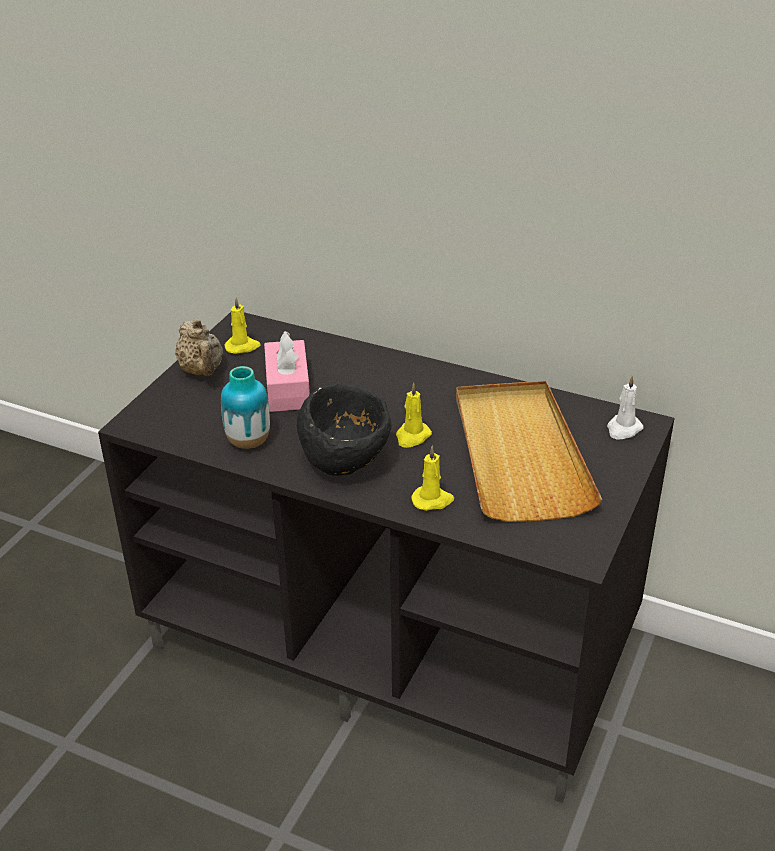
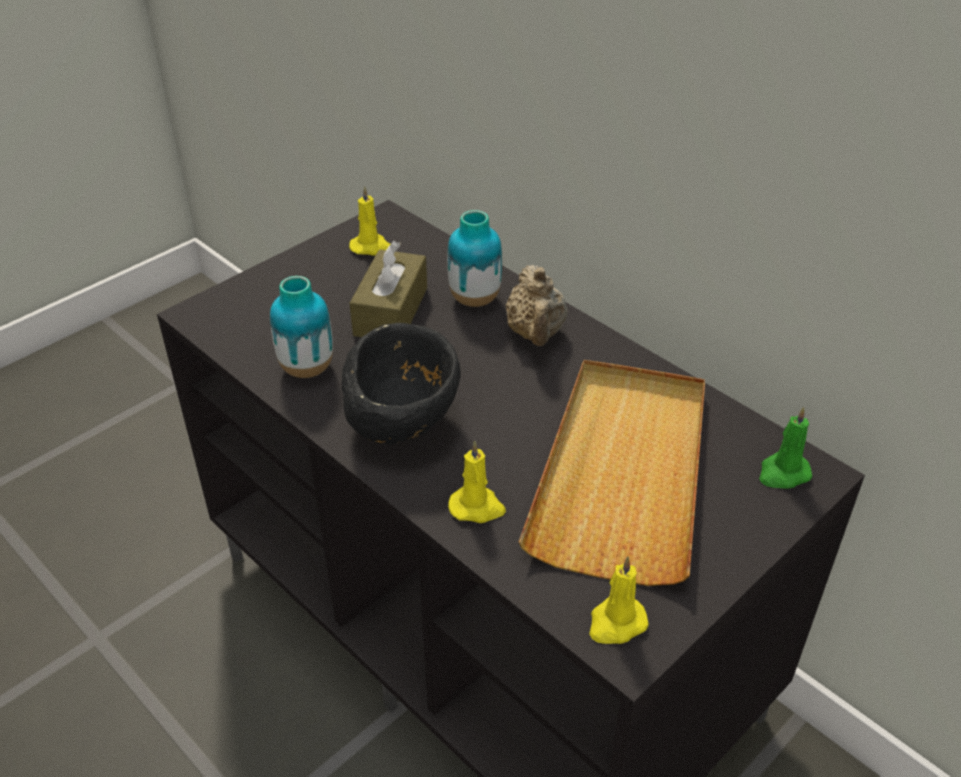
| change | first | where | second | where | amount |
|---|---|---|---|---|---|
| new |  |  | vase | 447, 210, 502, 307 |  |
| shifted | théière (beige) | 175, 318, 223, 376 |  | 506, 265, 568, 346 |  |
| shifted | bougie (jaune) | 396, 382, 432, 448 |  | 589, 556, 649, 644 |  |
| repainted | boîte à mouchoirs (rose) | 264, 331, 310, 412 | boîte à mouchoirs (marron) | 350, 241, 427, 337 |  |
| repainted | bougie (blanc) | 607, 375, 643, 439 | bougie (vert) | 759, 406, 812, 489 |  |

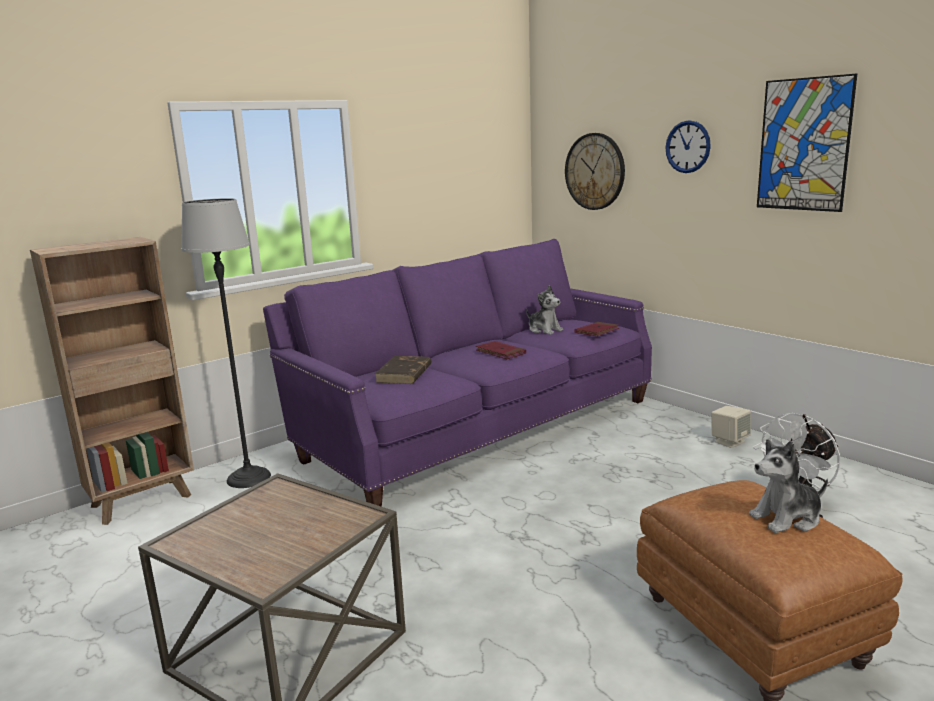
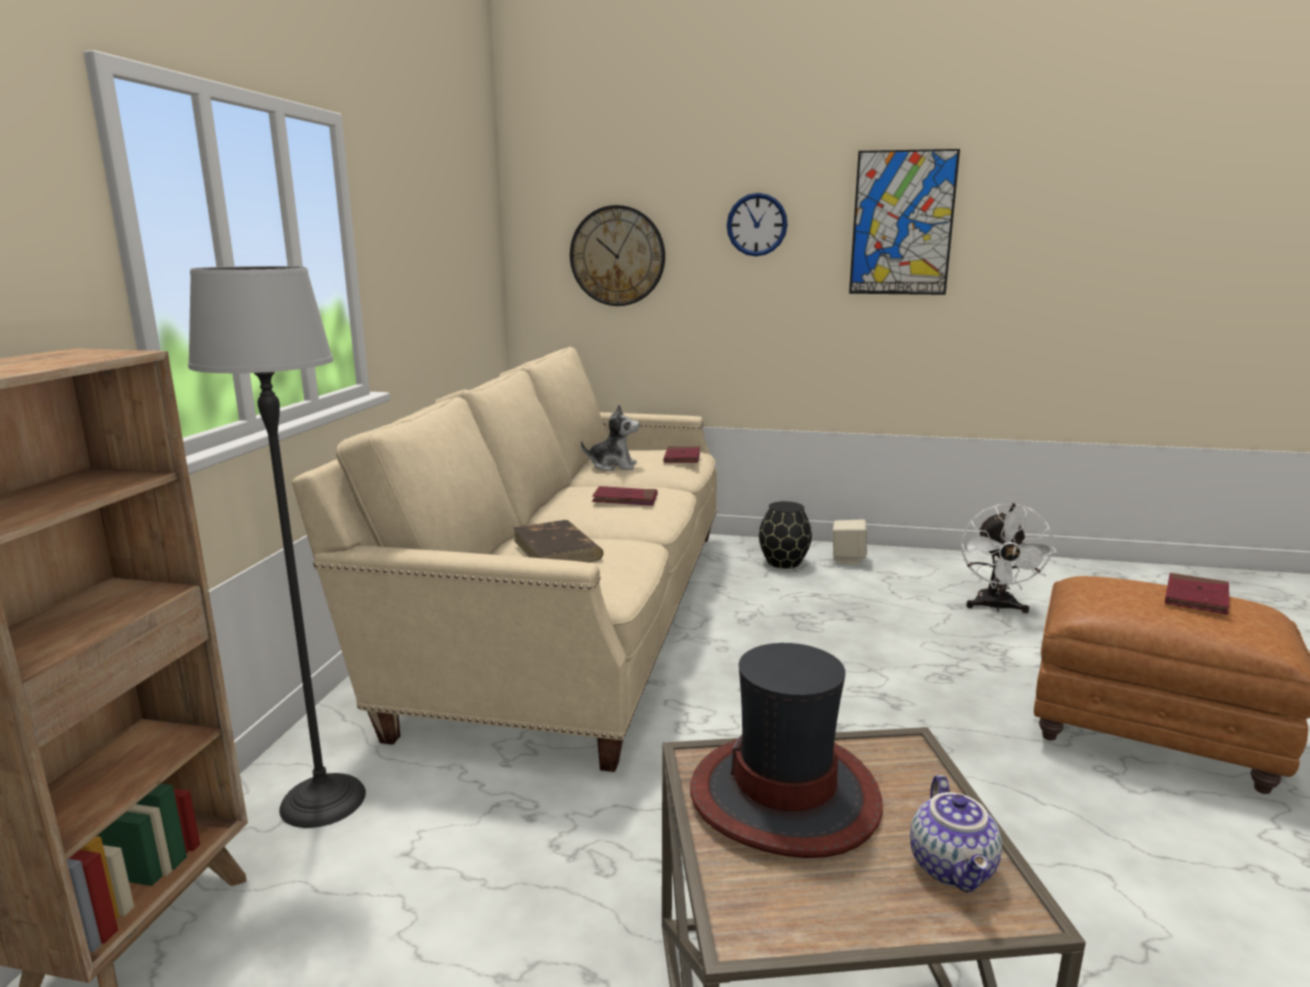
| change | first | where | second | where | amount |
|---|---|---|---|---|---|
| new |  |  | chapeau | 690, 643, 883, 858 |  |
| new |  |  | vase (noir) | 759, 501, 812, 569 |  |
| new |  |  | théière | 910, 775, 1002, 892 |  |
| swapped | peluche | 749, 439, 828, 533 | livre (rouge) | 1165, 573, 1229, 615 |  |
| repainted | canapé (violet) | 263, 239, 652, 507 | canapé (beige) | 292, 346, 717, 772 |  |

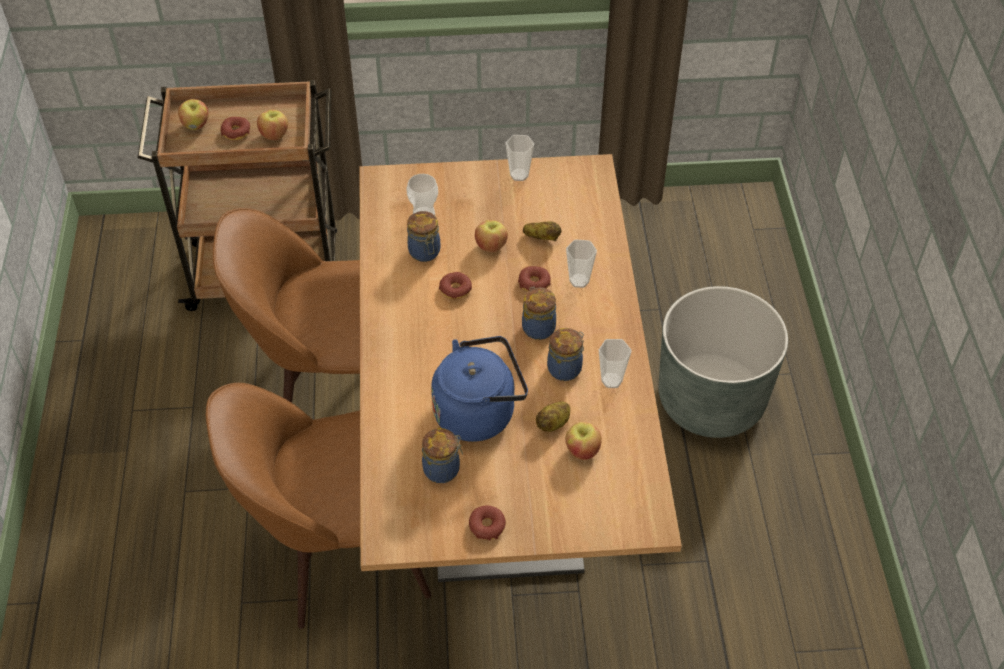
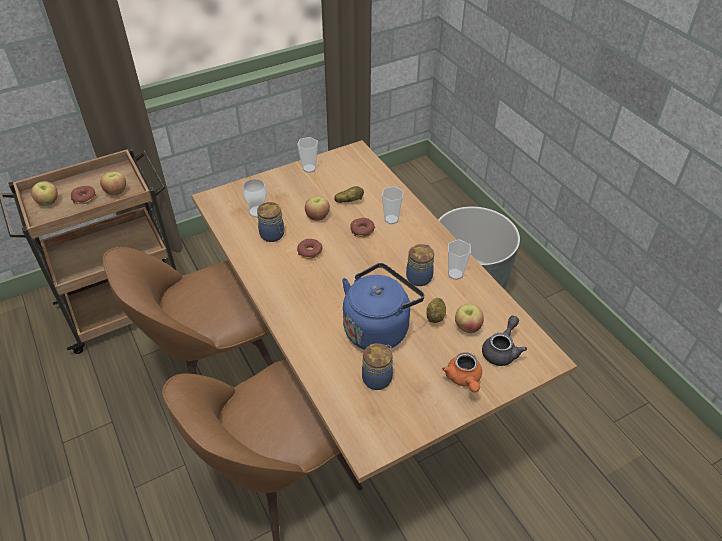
| change | first | where | second | where | amount |
|---|---|---|---|---|---|
| gone | beignet | 469, 505, 506, 540 |  |  |  |
| gone | bocal | 522, 287, 556, 340 |  |  |  |
| new |  |  | théière (orange) | 442, 352, 482, 392 |  |
| new |  |  | théière (gris) | 482, 316, 527, 366 |  |

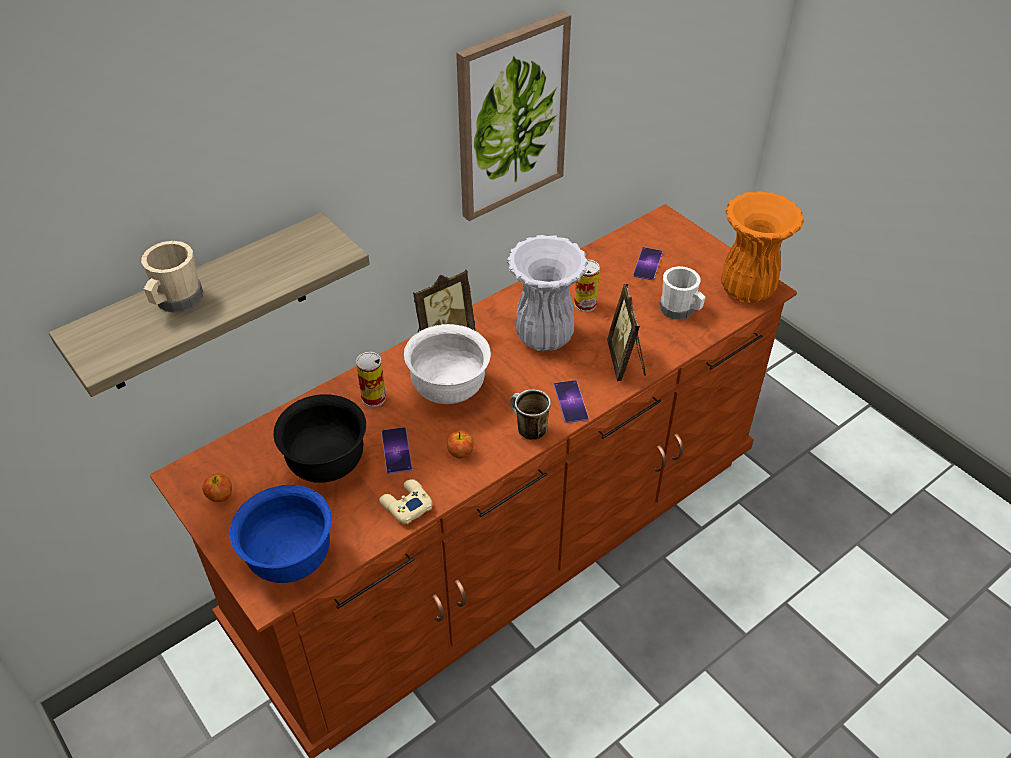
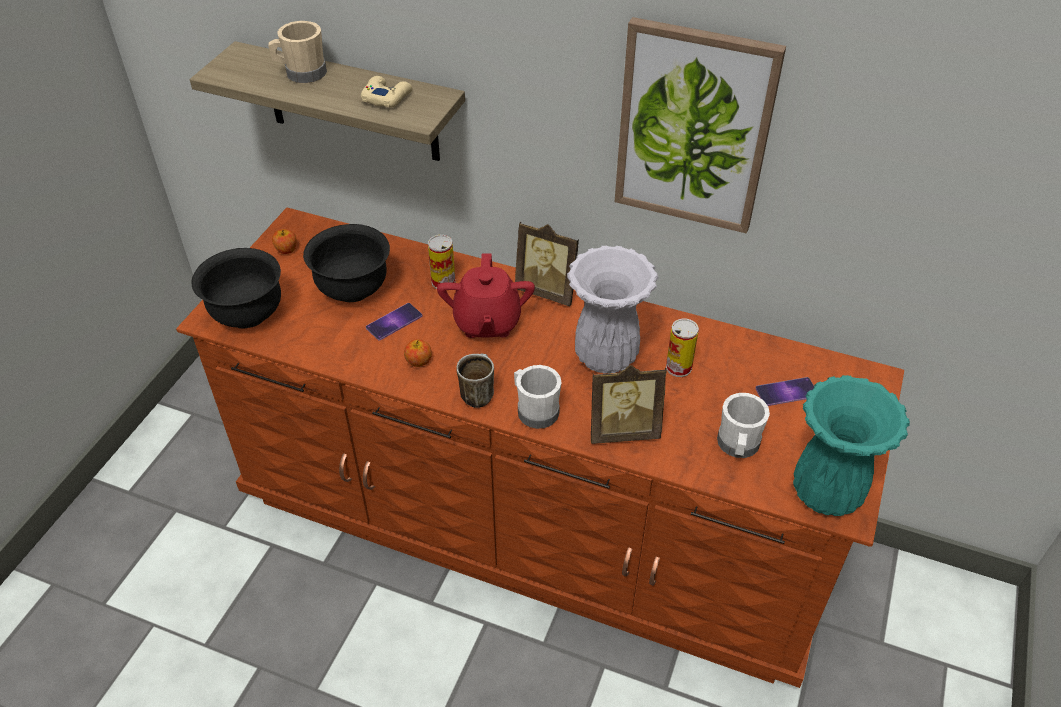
| change | first | where | second | where | amount |
|---|---|---|---|---|---|
| shifted | manette (beige) | 379, 479, 433, 524 |  | 361, 76, 412, 108 |  |
| swapped | bol (blanc) | 404, 324, 491, 404 | théière (rouge) | 437, 253, 535, 338 |  |
| swapped | téléphone | 554, 380, 589, 423 | mug (blanc) | 514, 365, 561, 429 |  |
| repainted | bol (bleu) | 230, 485, 332, 583 | bol (noir) | 191, 248, 281, 329 |  |
| repainted | vase (orange) | 721, 191, 804, 303 | vase (turquoise) | 793, 375, 910, 516 |  |
| rotated | cadre photo | 607, 284, 646, 381 |  | 591, 365, 667, 444 | 150 degrees counterclockwise |

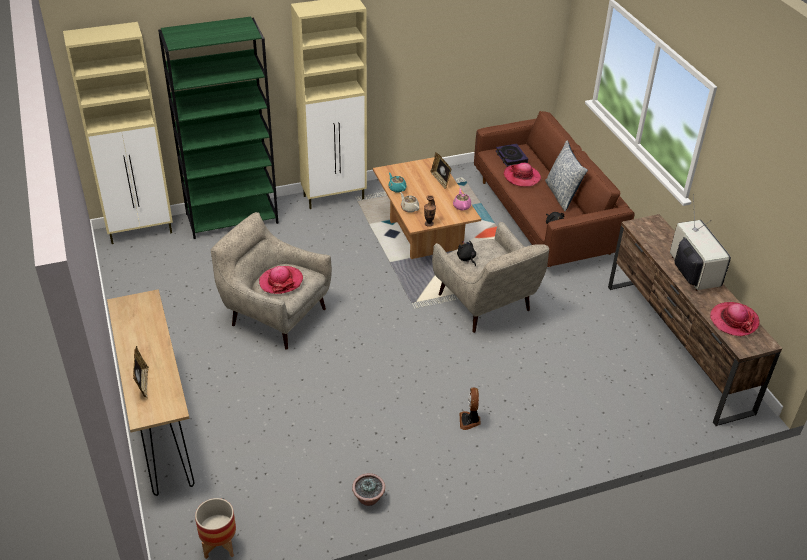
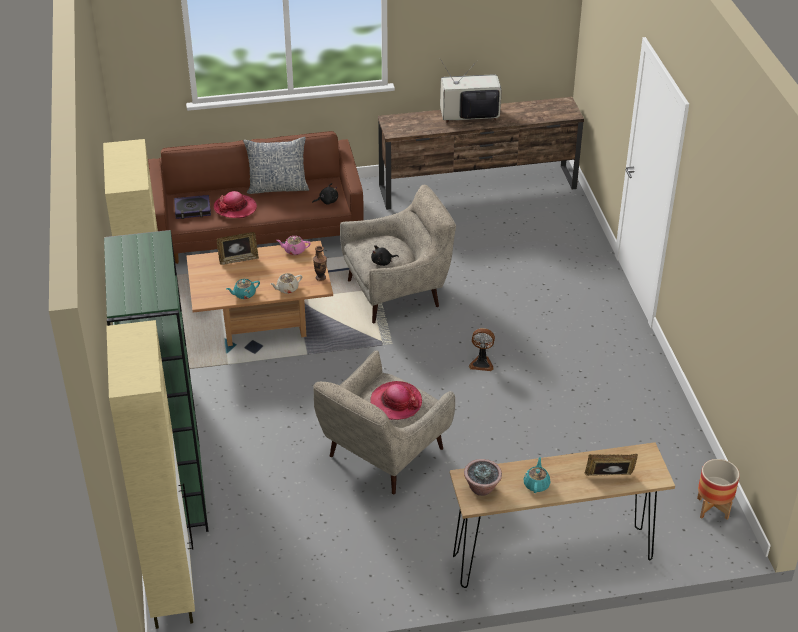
| change | first | where | second | where | amount |
|---|---|---|---|---|---|
| gone | chapeau | 710, 302, 760, 336 |  |  |  |
| new |  |  | théière (turquoise) | 524, 457, 551, 493 |  |
| shifted | plante en pot | 352, 473, 385, 506 |  | 464, 459, 502, 496 |  |
| shifted | ventilateur | 459, 388, 481, 430 |  | 469, 328, 495, 371 |  |

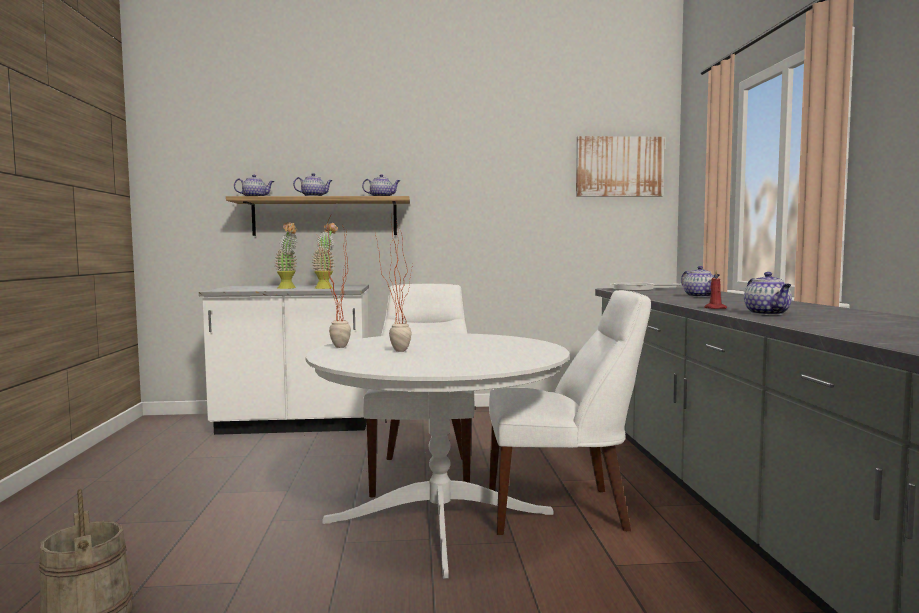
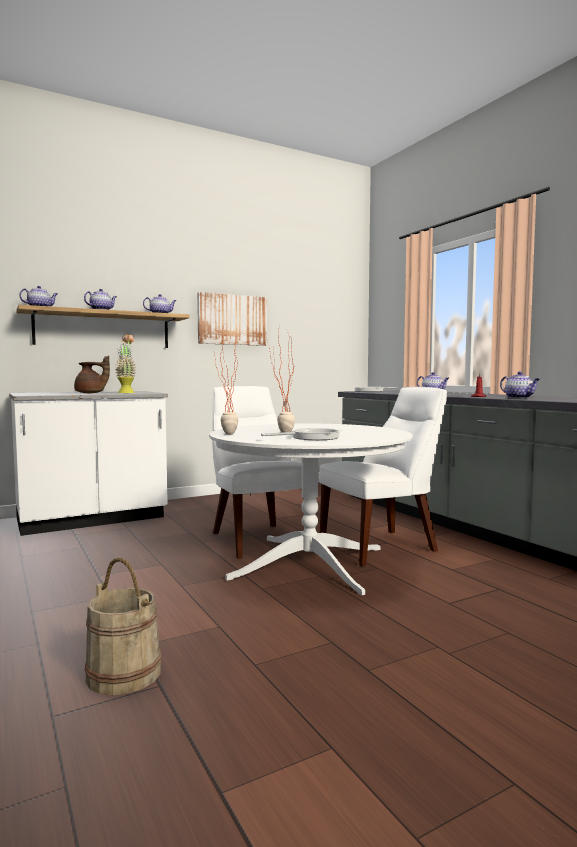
| change | first | where | second | where | amount |
|---|---|---|---|---|---|
| new |  |  | poêle | 261, 428, 343, 440 |  |
| shifted | tableau | 576, 136, 665, 197 |  | 197, 292, 267, 346 |  |
| swapped | plante en pot | 274, 222, 298, 289 | théière (marron) | 74, 355, 110, 393 |  |

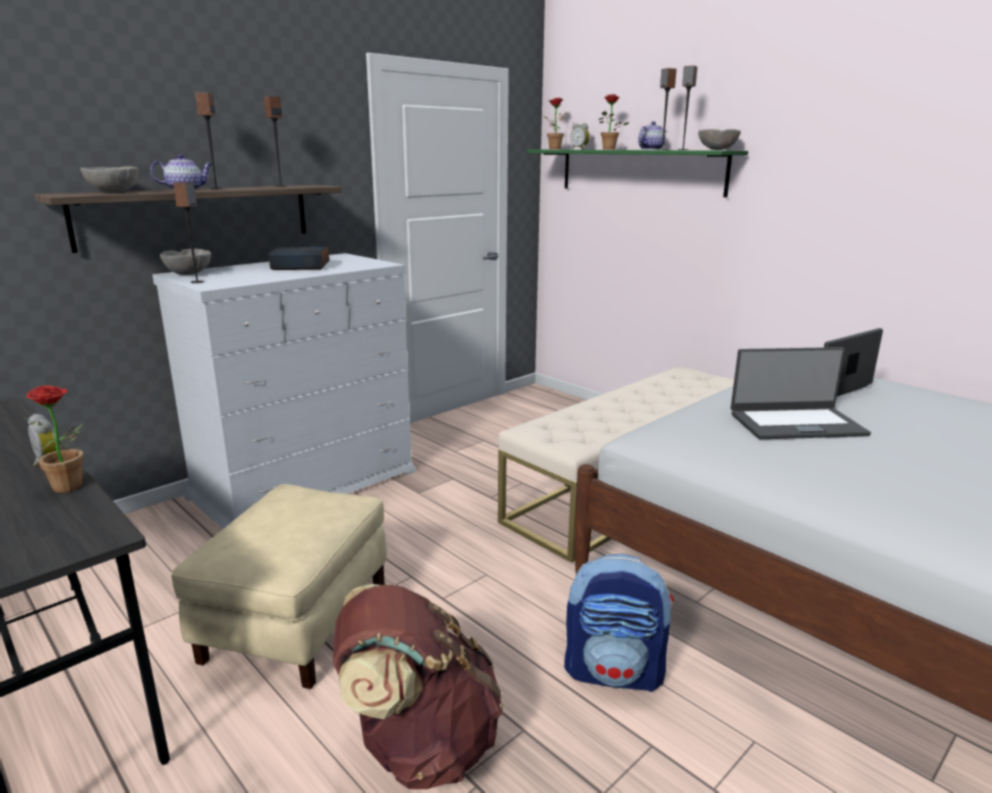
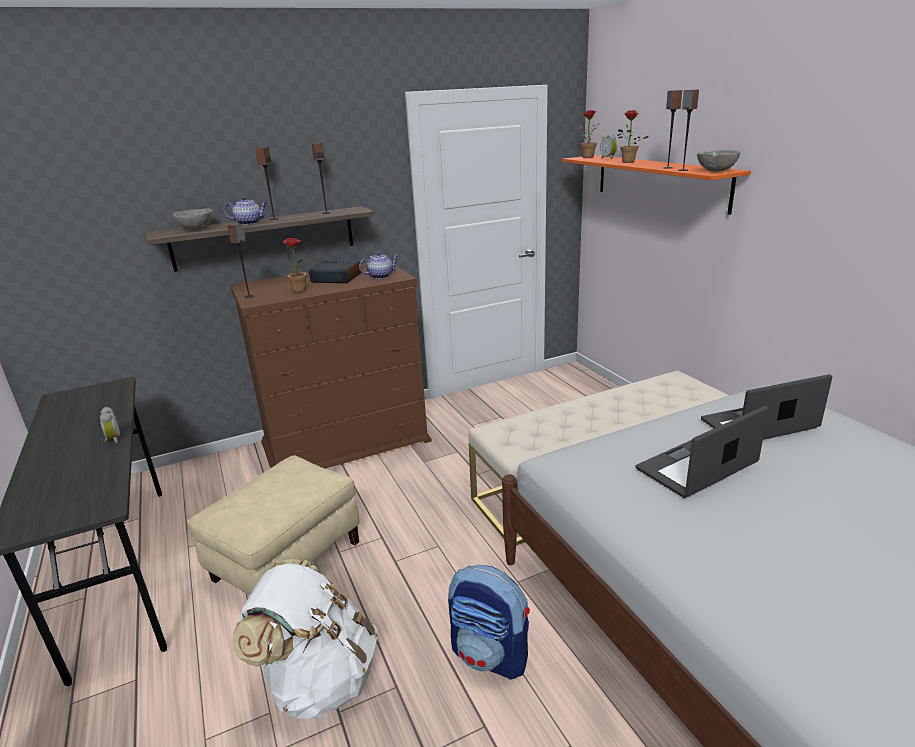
| change | first | where | second | where | amount |
|---|---|---|---|---|---|
| gone | bol (gris) | 160, 249, 211, 275 |  |  |  |
| shifted | plante en pot | 24, 385, 83, 493 |  | 283, 238, 307, 293 |  |
| shifted | théière | 638, 121, 666, 150 |  | 359, 252, 398, 279 |  |
| repainted | commode (blanc) | 152, 253, 416, 529 | commode (marron) | 230, 263, 432, 469 |  |
| repainted | sac à dos (marron) | 333, 584, 503, 789 | sac à dos (blanc) | 232, 559, 377, 719 |  |
| repainted | étagère (vert) | 527, 150, 748, 197 | étagère (orange) | 562, 155, 751, 215 |  |
| rotated | ordinateur portable | 731, 347, 871, 439 |  | 636, 406, 769, 498 | 135 degrees clockwise |

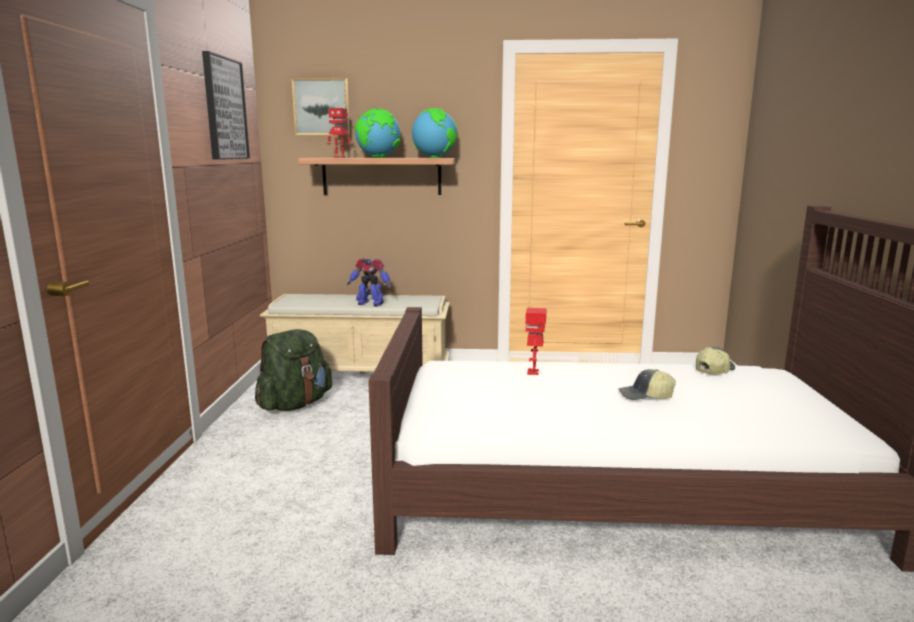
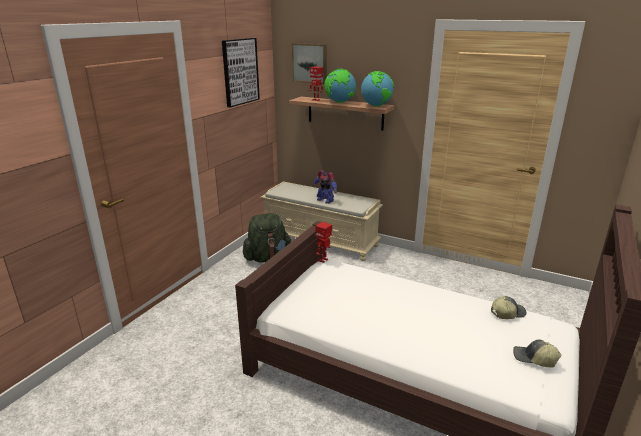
| change | first | where | second | where | amount |
|---|---|---|---|---|---|
| shifted | robot jouet | 525, 308, 547, 375 |  | 315, 222, 332, 263 |  |
| shifted | casquette | 618, 369, 676, 400 |  | 513, 339, 561, 368 |  |

